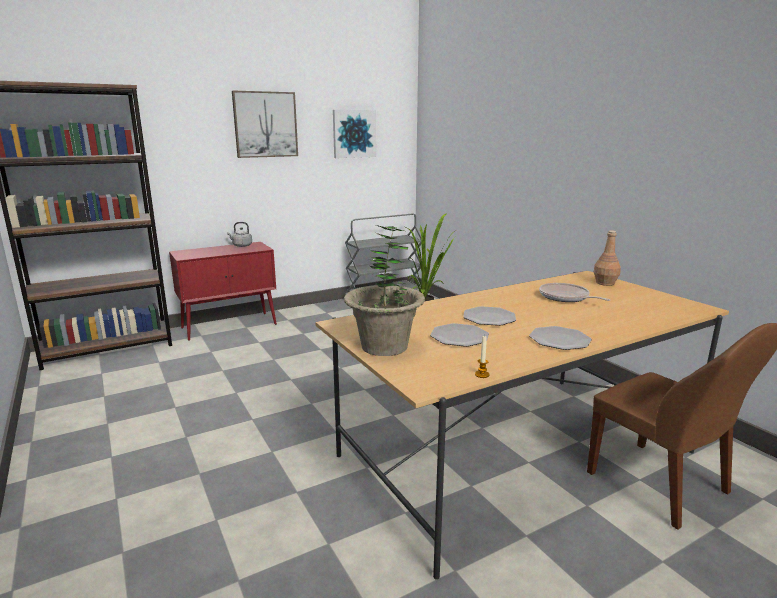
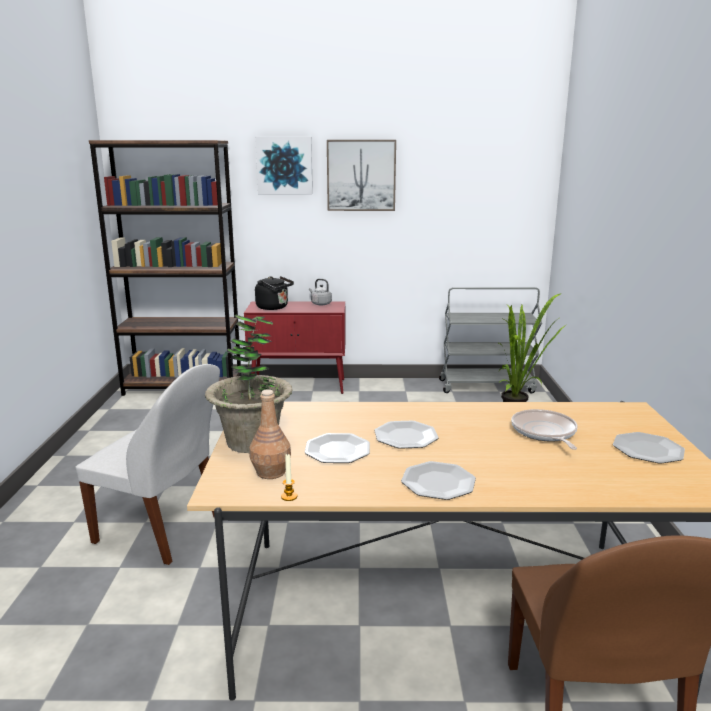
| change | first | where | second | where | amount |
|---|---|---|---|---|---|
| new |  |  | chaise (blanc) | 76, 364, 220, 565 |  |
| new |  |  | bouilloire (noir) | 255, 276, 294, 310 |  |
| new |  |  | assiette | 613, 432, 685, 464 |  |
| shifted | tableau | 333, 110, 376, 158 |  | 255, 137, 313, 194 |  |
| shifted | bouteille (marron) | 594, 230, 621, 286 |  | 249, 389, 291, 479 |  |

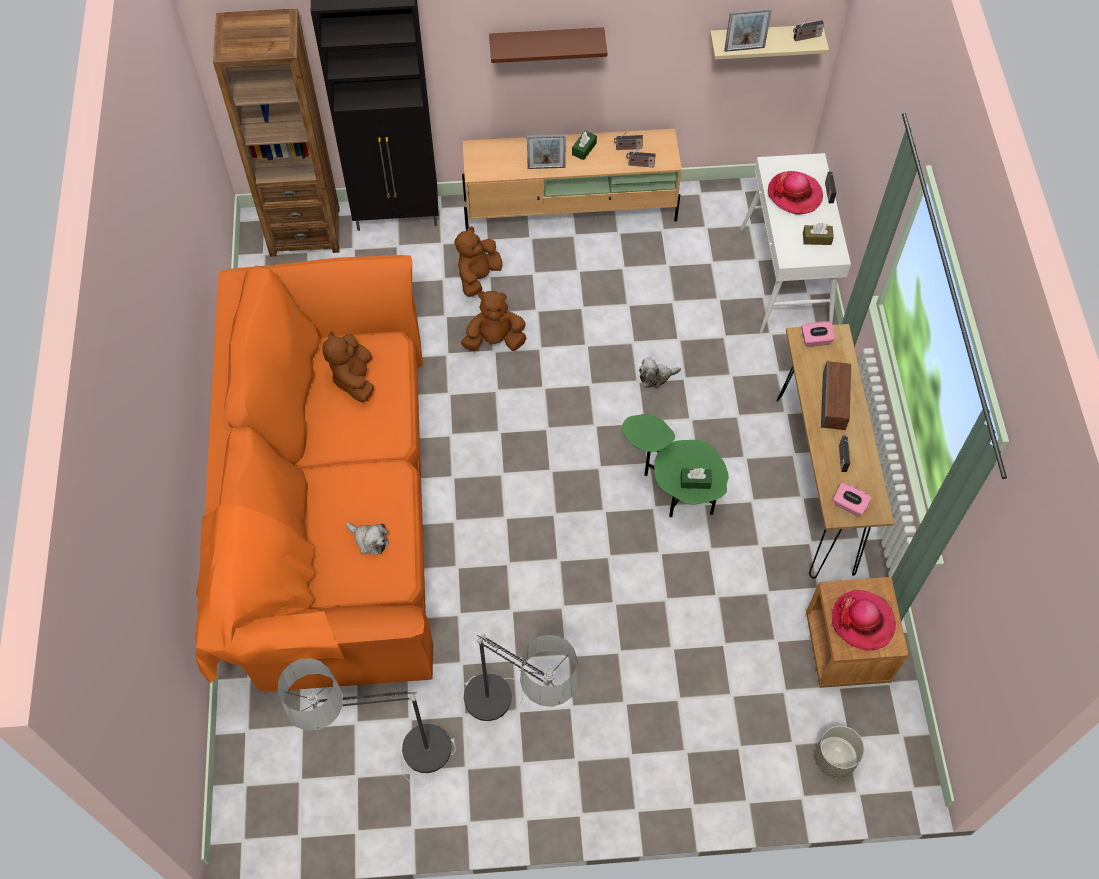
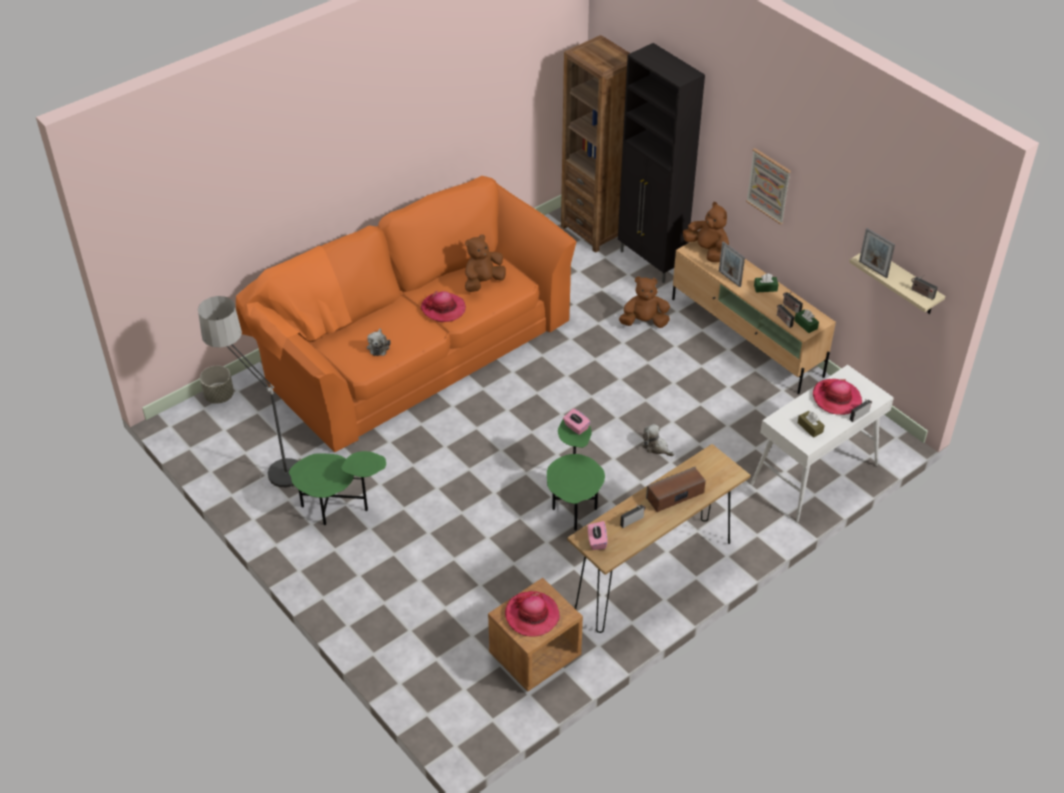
| change | first | where | second | where | amount |
|---|---|---|---|---|---|
| new |  |  | chapeau | 421, 291, 466, 322 |  |
| shifted | peluche (marron) | 461, 291, 526, 351 |  | 683, 202, 729, 262 |  |
| shifted | boîte à mouchoirs (vert) | 681, 468, 712, 489 |  | 794, 309, 819, 333 |  |
| shifted | boîte à mouchoirs (rose) | 802, 321, 835, 347 |  | 563, 408, 590, 435 |  |
| shifted | cache-pot (gris) | 815, 726, 864, 778 |  | 200, 366, 234, 404 |  |
| swapped | lampadaire | 464, 633, 579, 721 | table d'appoint (vert) | 289, 451, 386, 525 |  |
| swapped | étagère (marron) | 489, 27, 607, 63 | tableau | 746, 148, 791, 225 |  |

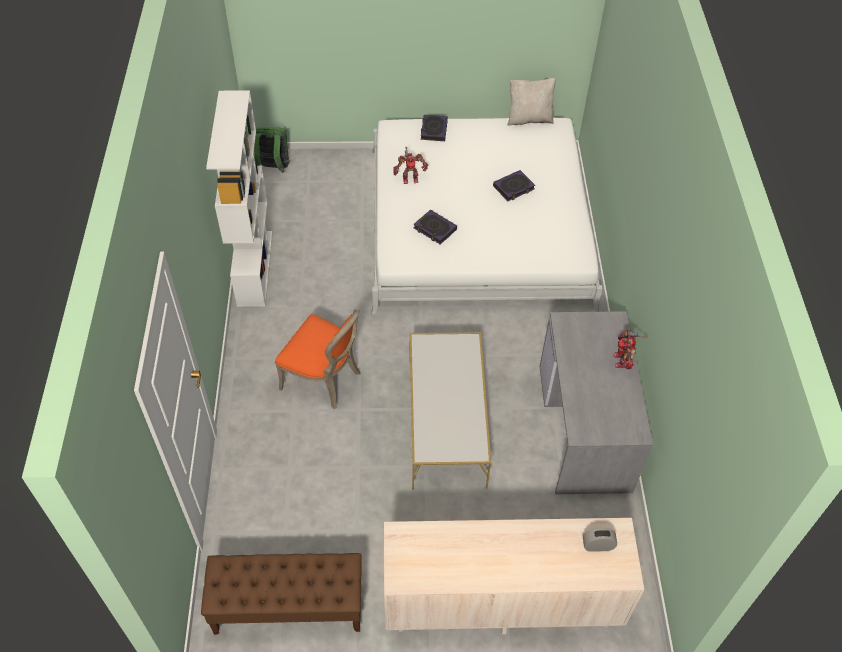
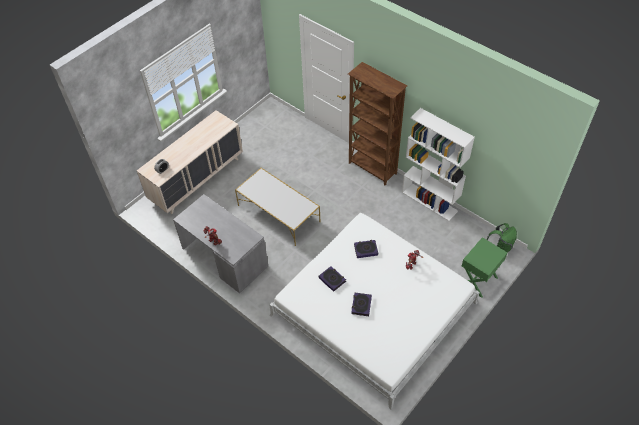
| change | first | where | second | where | amount |
|---|---|---|---|---|---|
| gone | banc (marron) | 201, 553, 361, 635 |  |  |  |
| gone | chaise (orange) | 275, 309, 361, 409 |  |  |  |
| gone | coussin (beige) | 507, 78, 556, 125 |  |  |  |
| new |  |  | bibliothèque (marron) | 348, 62, 407, 185 |  |
| new |  |  | table de chevet (vert) | 462, 237, 507, 298 |  |
| shifted | livre | 421, 115, 448, 141 |  | 319, 266, 346, 292 |  |

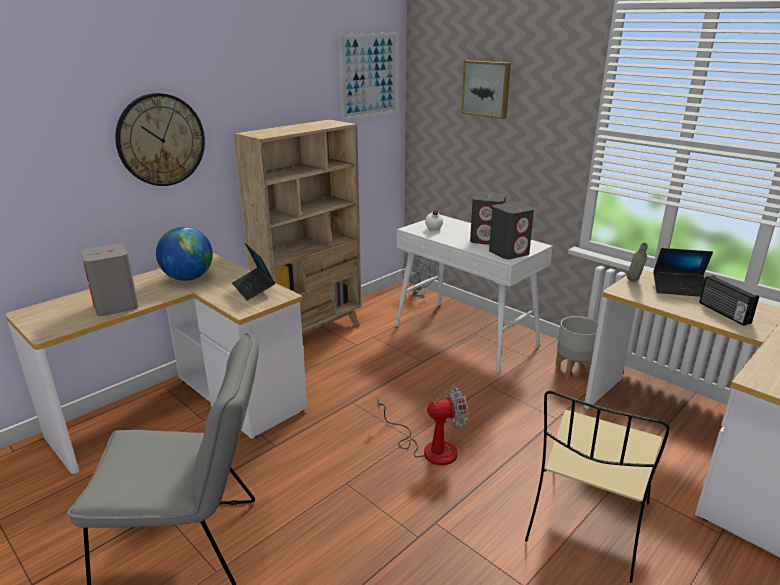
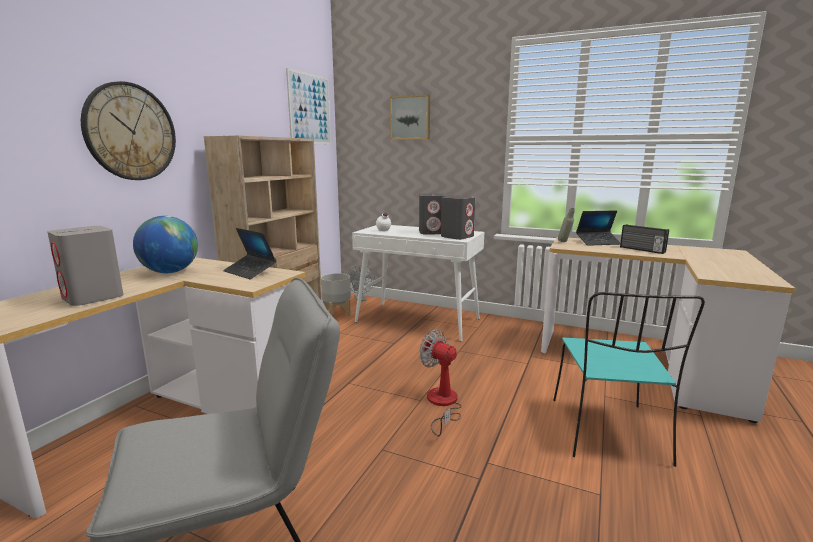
| change | first | where | second | where | amount |
|---|---|---|---|---|---|
| shifted | cache-pot (gris) | 555, 316, 598, 380 |  | 321, 273, 351, 316 |  |
| repainted | chaise (beige) | 525, 391, 670, 583 | chaise (turquoise) | 553, 292, 705, 467 |  |
| rotated | ventilateur | 377, 386, 468, 465 |  | 419, 330, 462, 436 | 105 degrees counterclockwise |

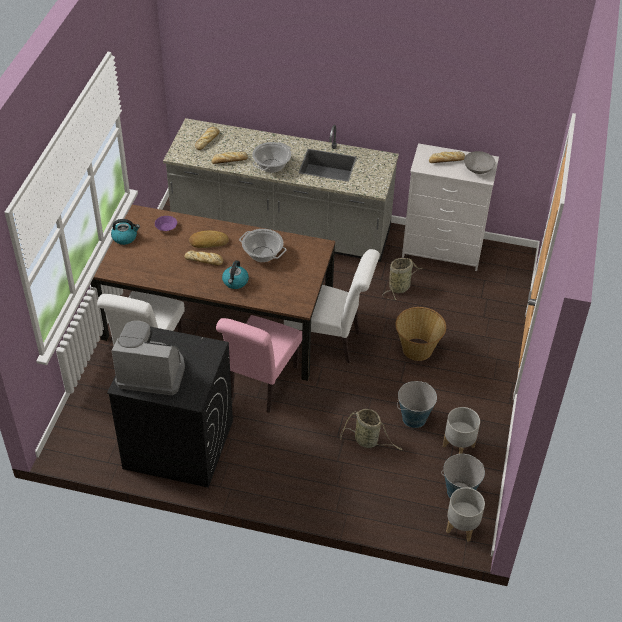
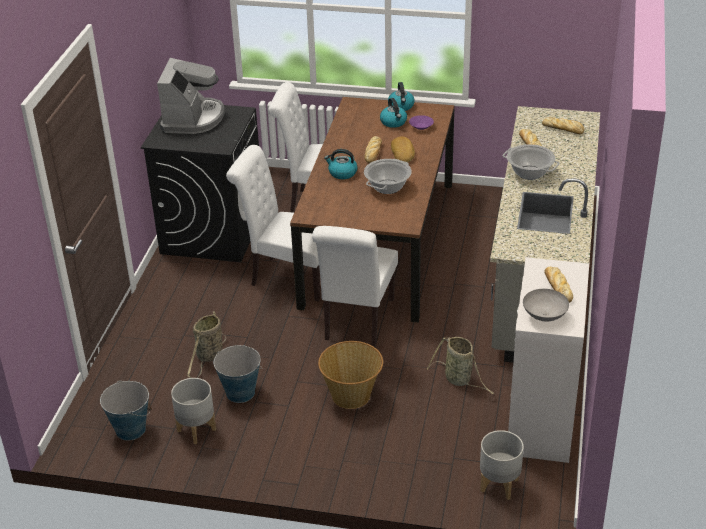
| change | first | where | second | where | amount |
|---|---|---|---|---|---|
| new |  |  | bouilloire | 380, 98, 407, 128 |  |
| shifted | cache-pot (gris) | 446, 487, 485, 542 |  | 480, 430, 524, 500 |  |
| repainted | chaise (rose) | 216, 315, 302, 413 | chaise (blanc) | 226, 145, 320, 302 |  |

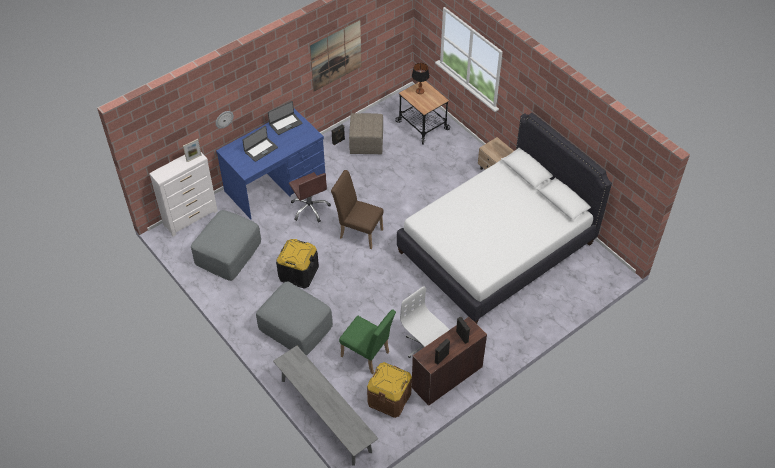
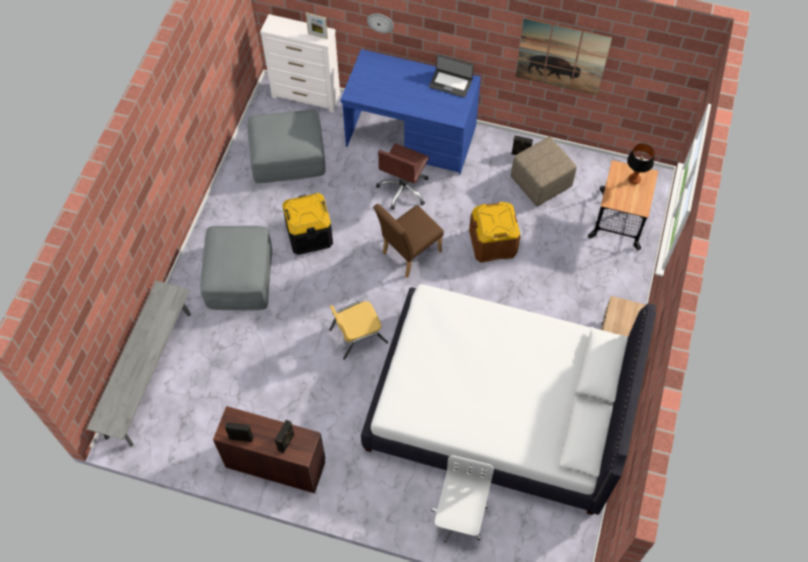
| change | first | where | second | where | amount |
|---|---|---|---|---|---|
| gone | ordinateur portable | 242, 126, 278, 162 |  |  |  |
| gone | chaise (vert) | 339, 309, 396, 374 |  |  |  |
| new |  |  | chaise (jaune) | 329, 301, 388, 360 |  |
| shifted | boîte de rangement (marron) | 367, 362, 412, 418 |  | 469, 202, 521, 263 |  |
| shifted | chaise de bureau (blanc) | 400, 286, 449, 358 |  | 431, 455, 494, 542 |  |
| rotated | chaise (marron) | 331, 170, 383, 249 |  | 373, 204, 444, 277 | 120 degrees counterclockwise |

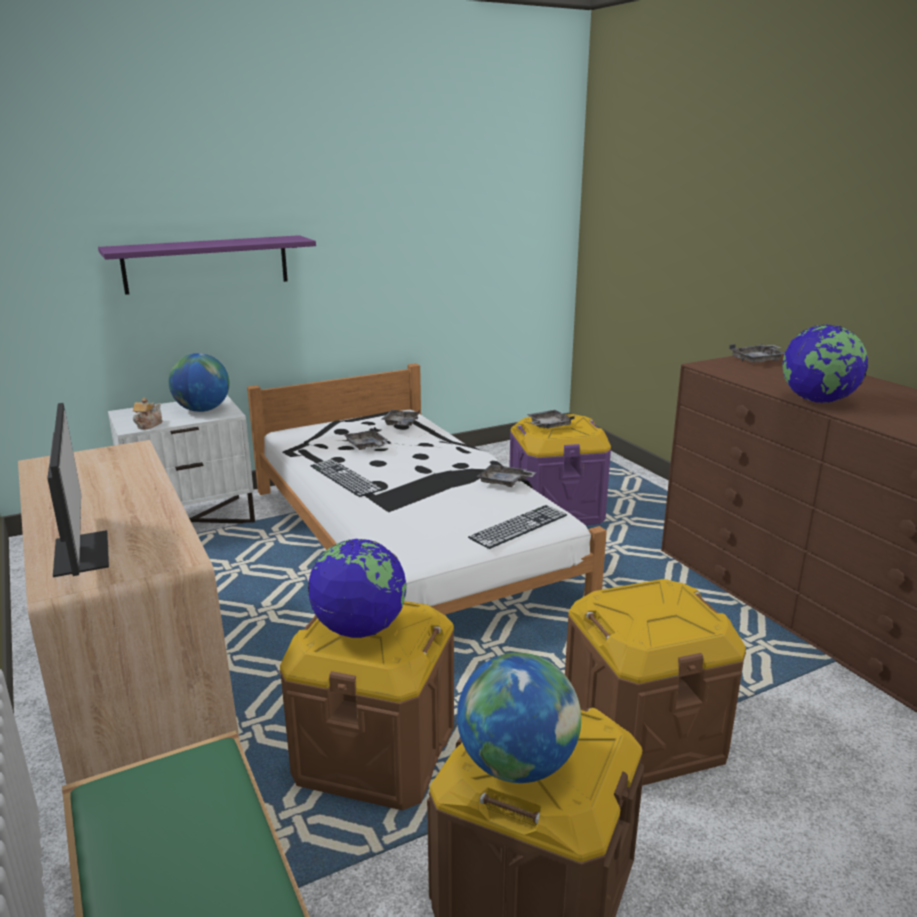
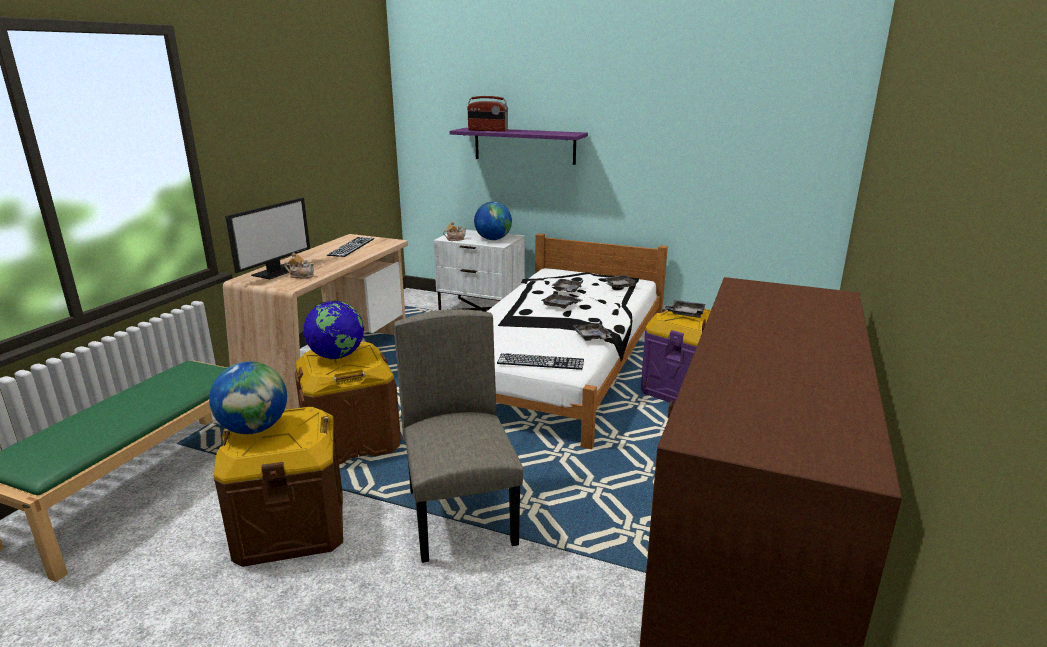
| change | first | where | second | where | amount |
|---|---|---|---|---|---|
| gone | globe | 782, 324, 868, 403 |  |  |  |
| new |  |  | théière | 284, 252, 314, 279 |  |
| new |  |  | radio | 467, 96, 508, 132 |  |
| shifted | clavier | 310, 459, 383, 497 |  | 327, 237, 375, 257 |  |
| shifted | plateau (gris) | 729, 344, 785, 363 |  | 541, 291, 583, 309 |  |
| swapped | boîte de rangement (marron) | 565, 579, 746, 786 | chaise (beige) | 394, 309, 523, 563 |  |

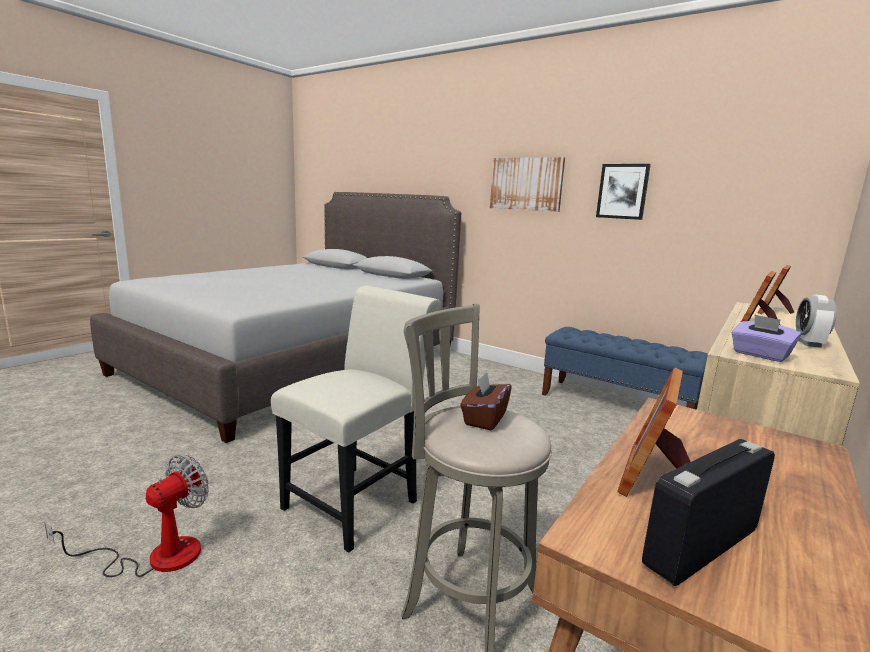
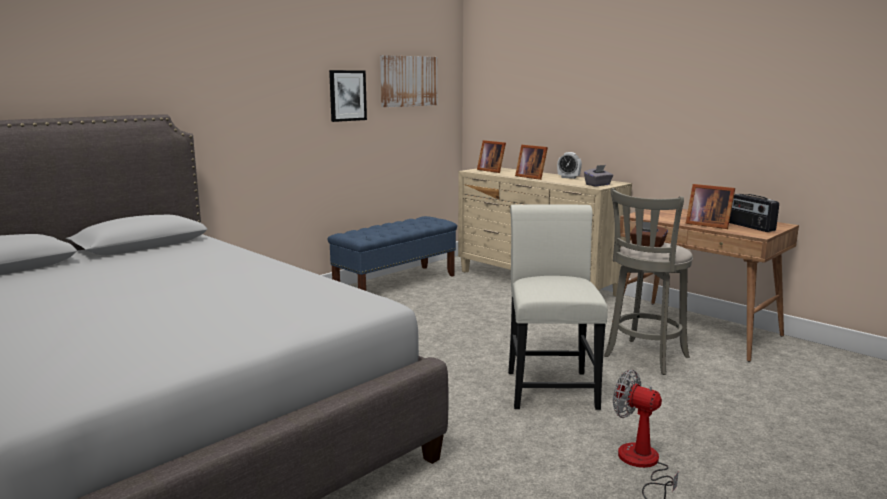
| change | first | where | second | where | amount |
|---|---|---|---|---|---|
| shifted | tableau | 490, 157, 565, 212 |  | 380, 55, 438, 107 |  |
| repainted | boîte à mouchoirs (violet) | 732, 315, 801, 362 | boîte à mouchoirs (gris) | 584, 165, 613, 186 |  |
| rotated | chaise (blanc) | 271, 286, 441, 553 |  | 508, 204, 608, 410 | 45 degrees clockwise |

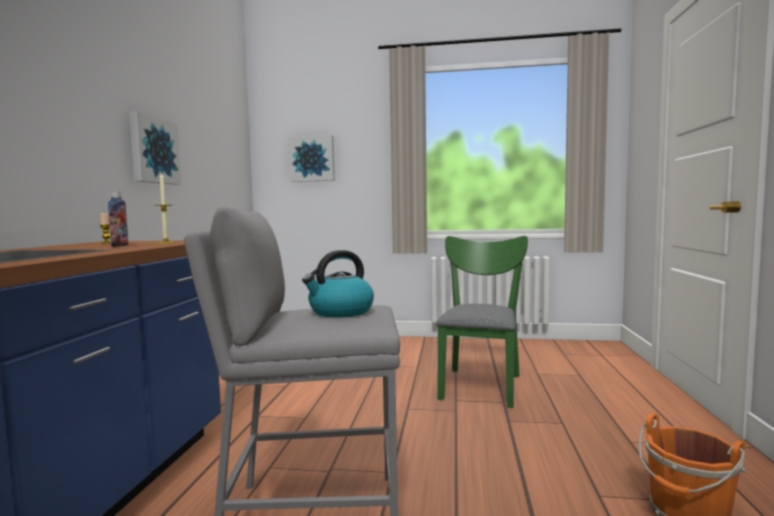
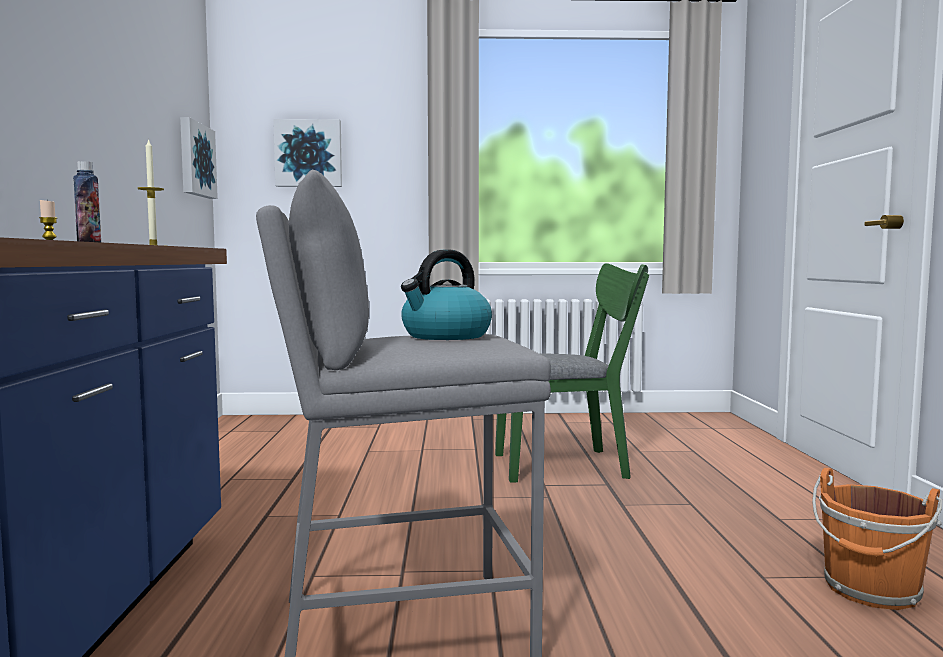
| change | first | where | second | where | amount |
|---|---|---|---|---|---|
| shifted | tableau | 129, 111, 181, 185 |  | 180, 117, 218, 199 |  |
| rotated | chaise (vert) | 436, 236, 528, 408 |  | 495, 263, 649, 483 | 75 degrees clockwise |

